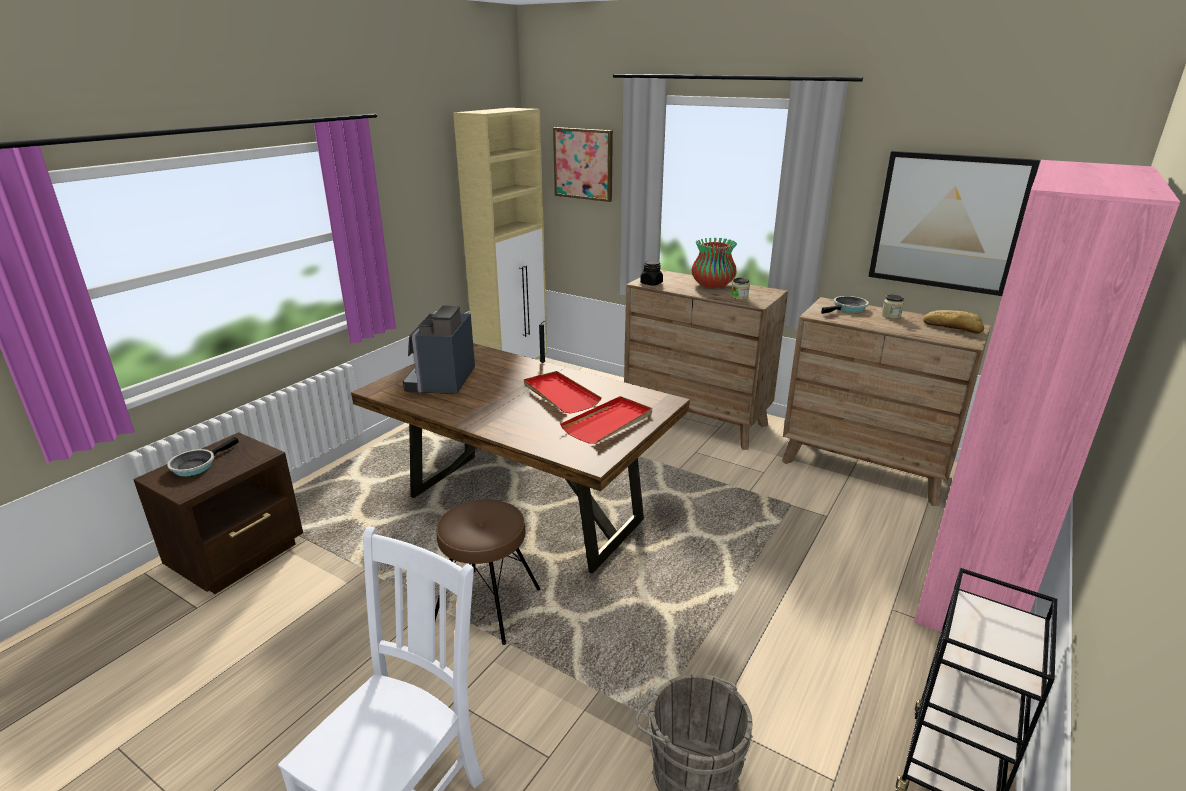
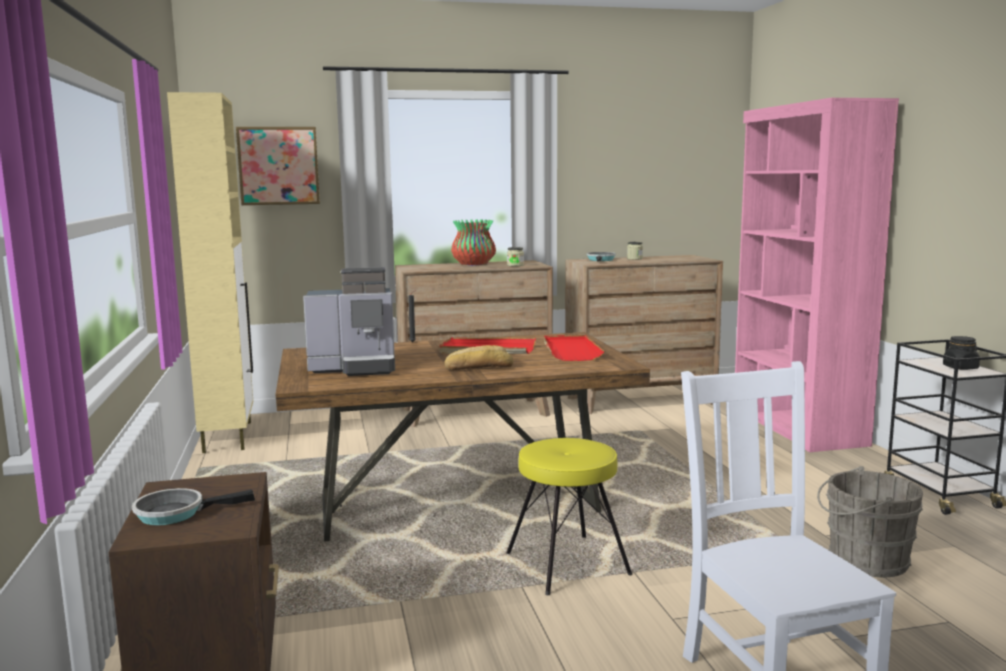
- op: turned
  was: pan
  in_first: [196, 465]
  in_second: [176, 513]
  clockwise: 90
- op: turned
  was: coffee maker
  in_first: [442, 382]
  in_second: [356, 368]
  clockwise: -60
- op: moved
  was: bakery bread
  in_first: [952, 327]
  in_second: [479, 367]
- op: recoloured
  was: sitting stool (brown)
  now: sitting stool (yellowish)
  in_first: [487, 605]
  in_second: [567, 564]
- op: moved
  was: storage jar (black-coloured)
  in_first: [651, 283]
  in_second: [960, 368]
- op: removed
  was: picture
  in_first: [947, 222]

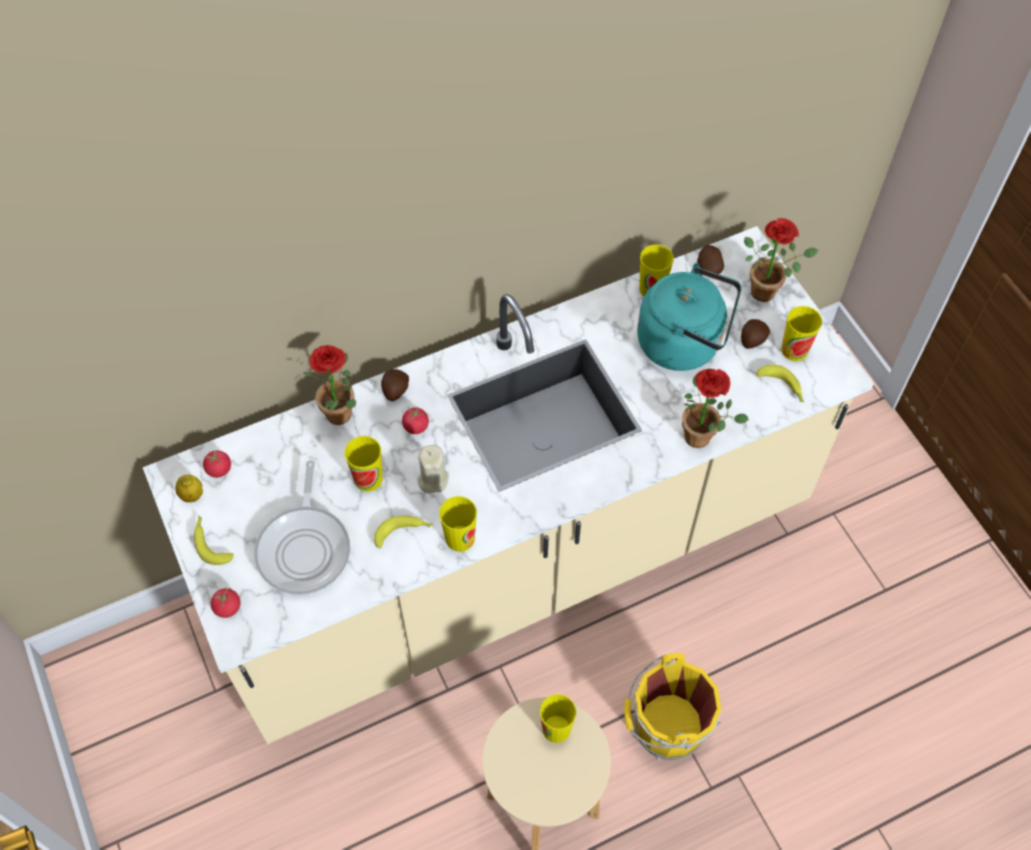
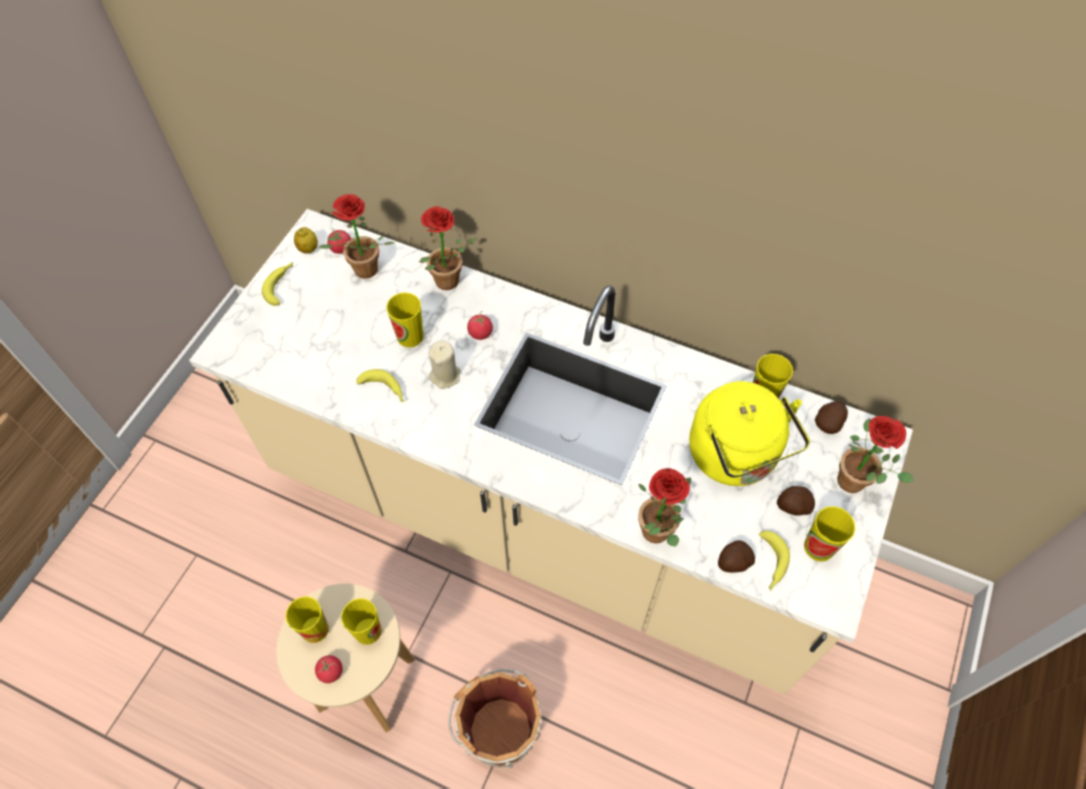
- op: moved
  was: drinking cup
  in_first: [460, 538]
  in_second: [315, 629]
- op: moved
  was: whole tomato
  in_first: [227, 607]
  in_second: [330, 671]
- op: added
  now: houseplant
  in_second: [363, 273]
- op: recoloured
  was: pail (yellowish)
  now: pail (brown)
  in_first: [666, 727]
  in_second: [498, 729]
- op: recoloured
  was: kettle (blue-green)
  now: kettle (yellowish)
  in_first: [684, 343]
  in_second: [736, 457]
- op: moved
  was: whole potato
  in_first: [395, 391]
  in_second: [733, 562]
- op: removed
  was: pan
  in_first: [305, 547]

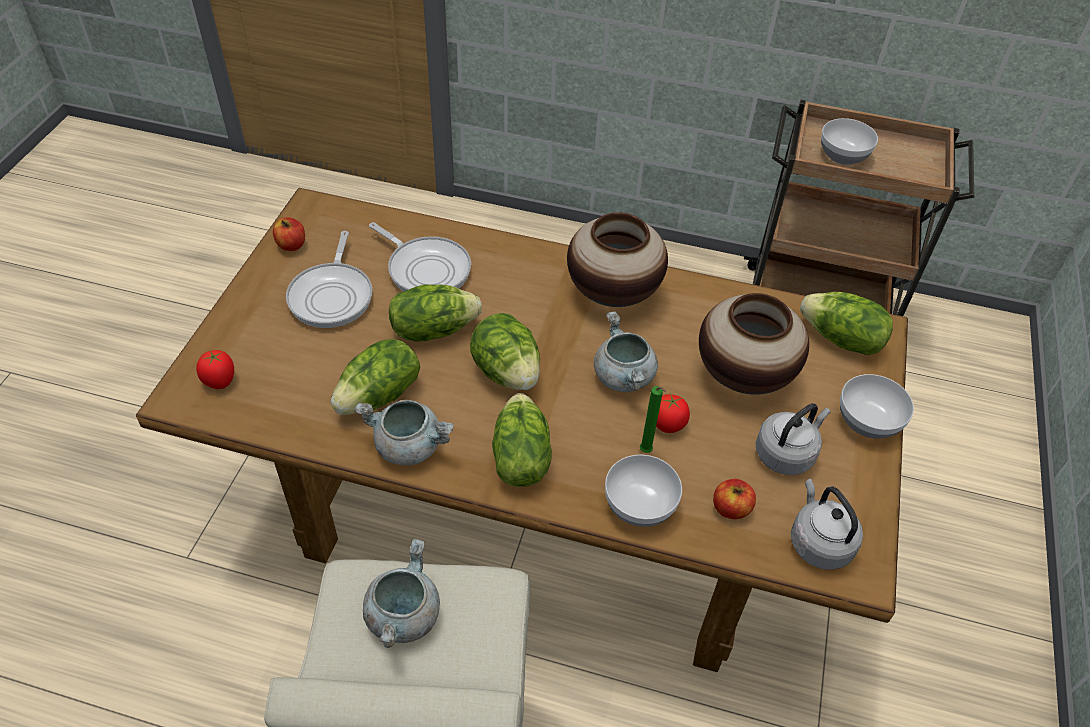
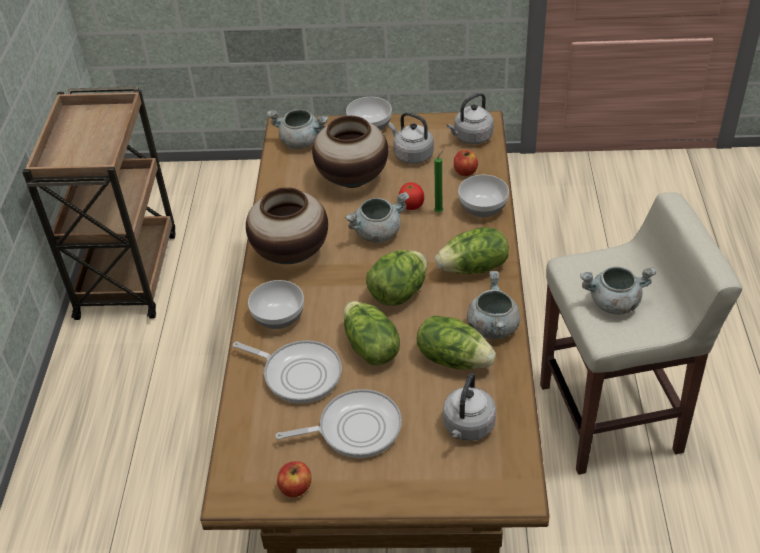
- op: turned
  was: pan
  in_first: [426, 269]
  in_second: [298, 374]
  clockwise: 90
- op: moved
  was: serving bowl
  in_first: [842, 155]
  in_second: [278, 317]
- op: replaced
  was: lettuce
  now: saucepot (greyish)
  in_first: [841, 340]
  in_second: [301, 142]
- op: added
  now: kettle (greyish)
  in_second: [467, 427]
- op: removed
  was: whole tomato
  in_first: [220, 381]

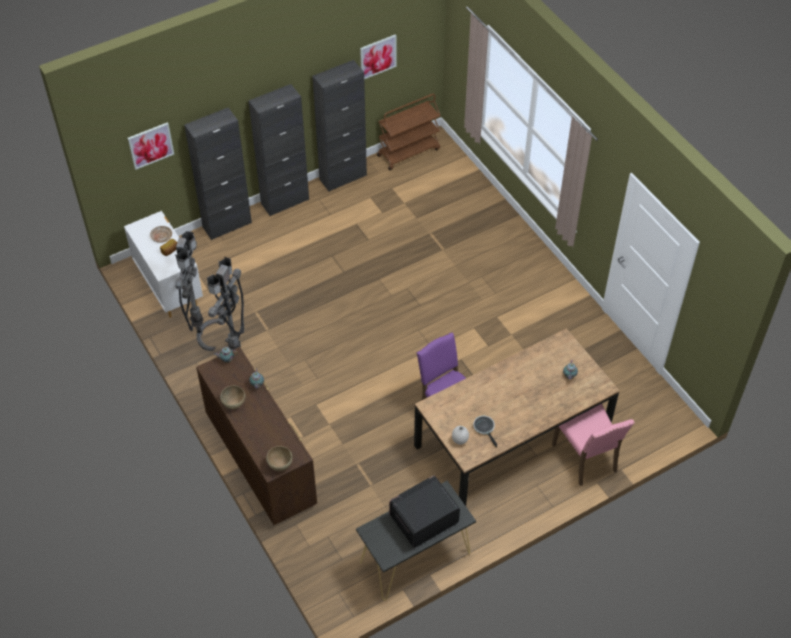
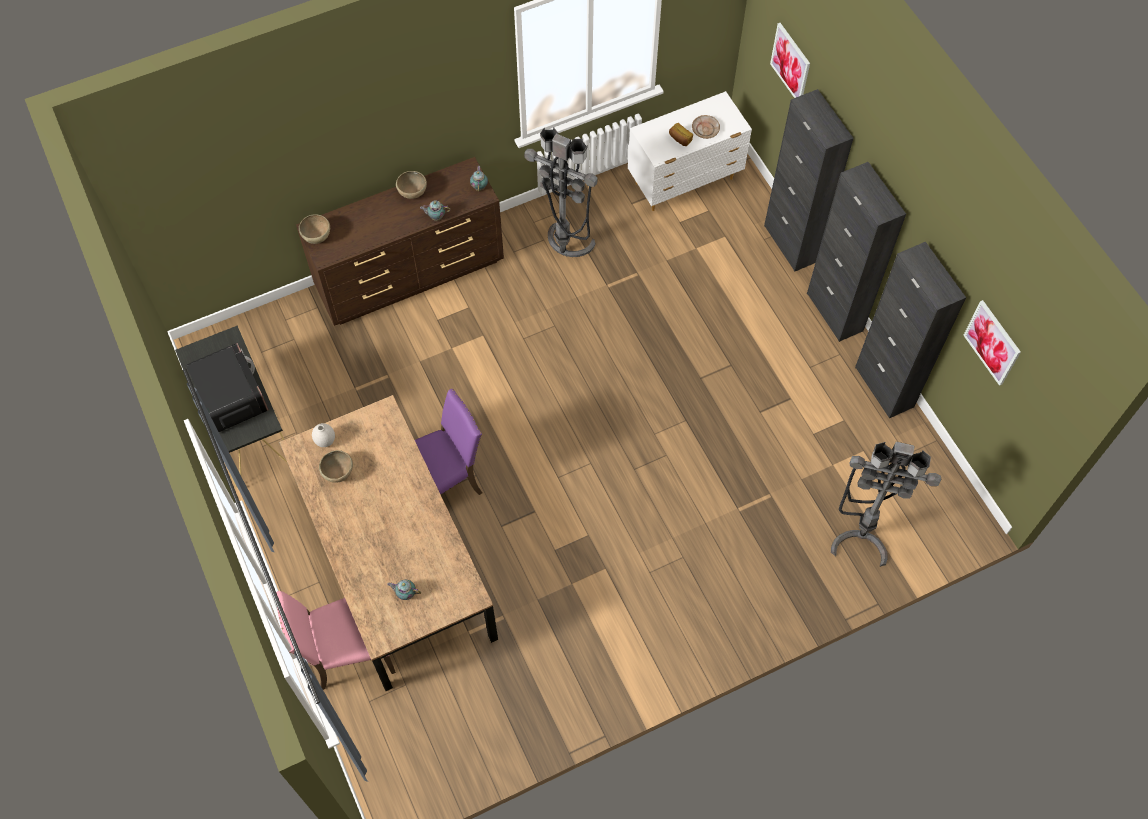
- op: replaced
  was: pan
  now: serving bowl (brown)
  in_first: [485, 428]
  in_second: [338, 473]
- op: moved
  was: standard lamp (greyish)
  in_first: [202, 333]
  in_second: [861, 538]
- op: removed
  was: cart (brown)
  in_first: [409, 152]

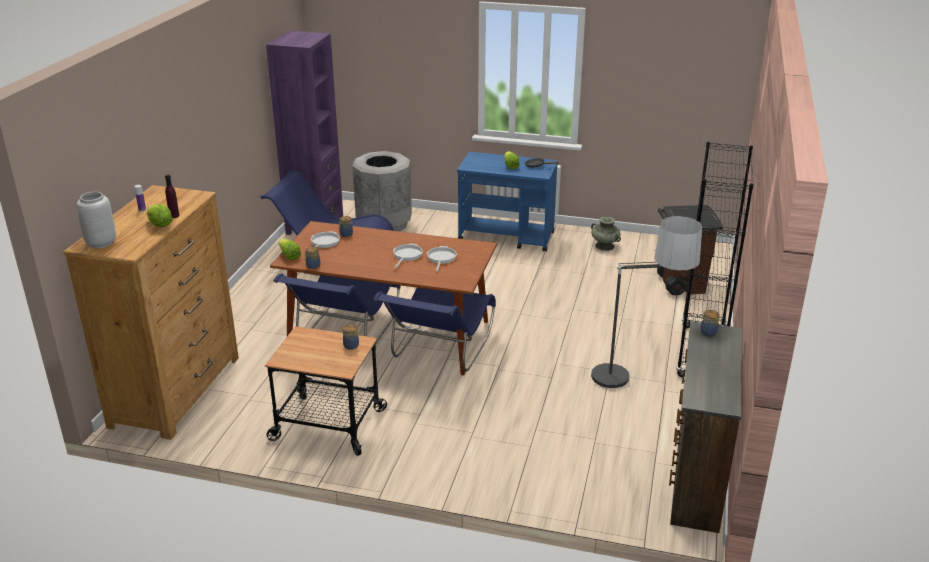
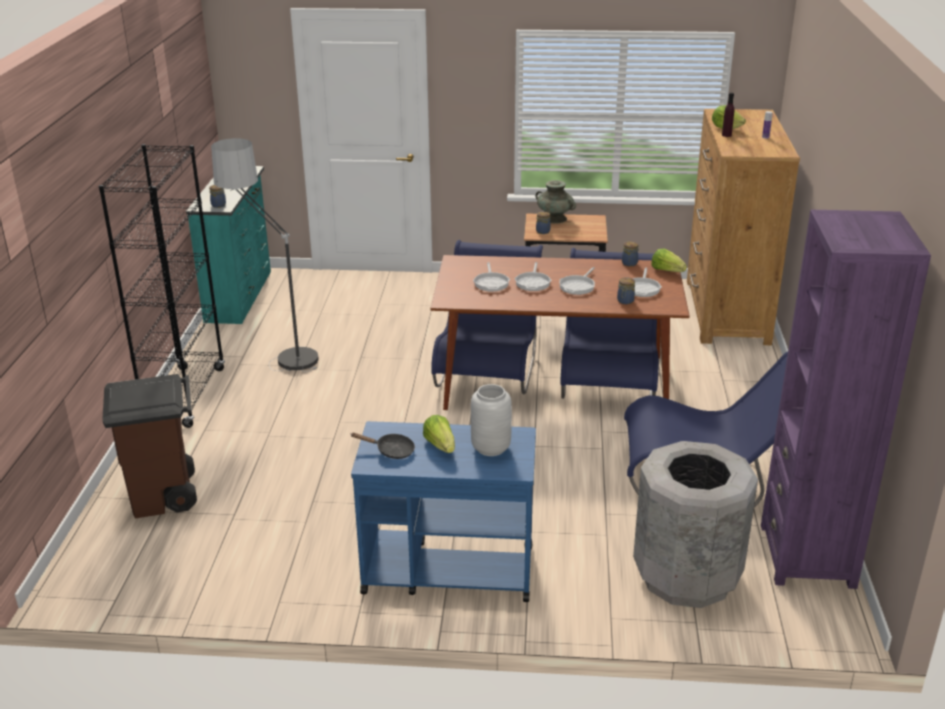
- op: recoloured
  was: drawer chest (brown)
  now: drawer chest (blue-green)
  in_first: [695, 480]
  in_second: [240, 296]
- op: moved
  was: decorative vase (greyish)
  in_first: [101, 243]
  in_second: [490, 448]
- op: moved
  was: decorative vase (blue-green)
  in_first: [604, 246]
  in_second: [555, 219]
- op: added
  now: pan
  in_second: [578, 286]

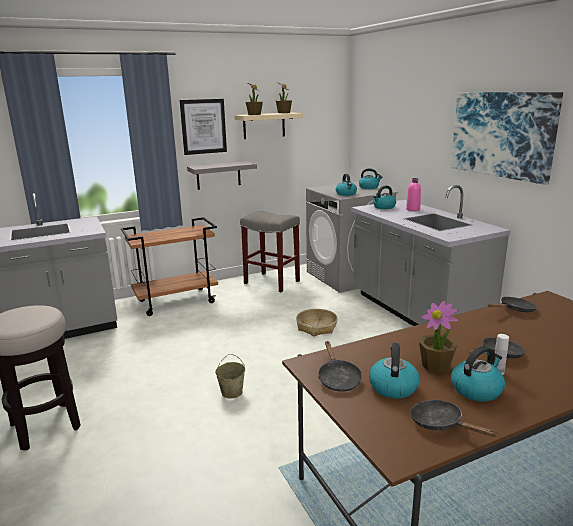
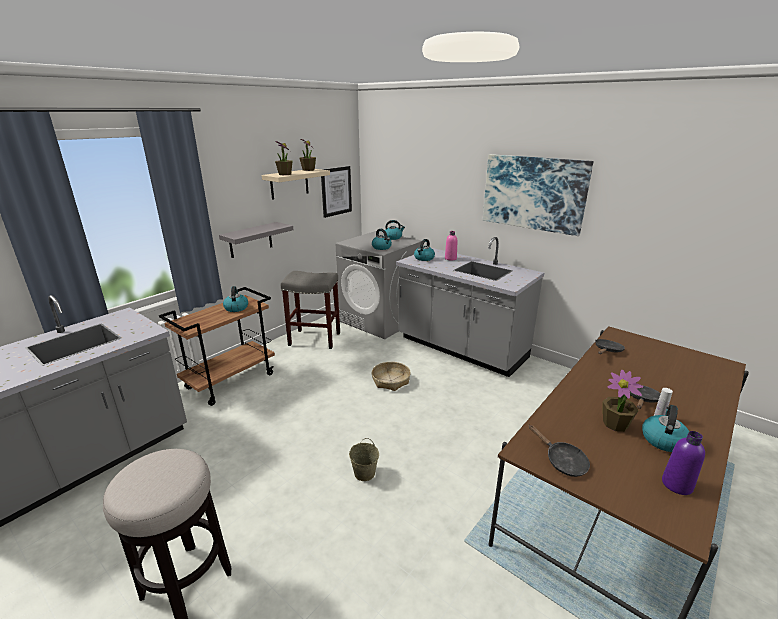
- op: moved
  was: kettle
  in_first: [393, 386]
  in_second: [236, 308]
- op: moved
  was: picture
  in_first: [203, 126]
  in_second: [336, 191]
- op: replaced
  was: pan (black-coloured)
  now: drink bottle (purplish)
  in_first: [440, 424]
  in_second: [677, 485]

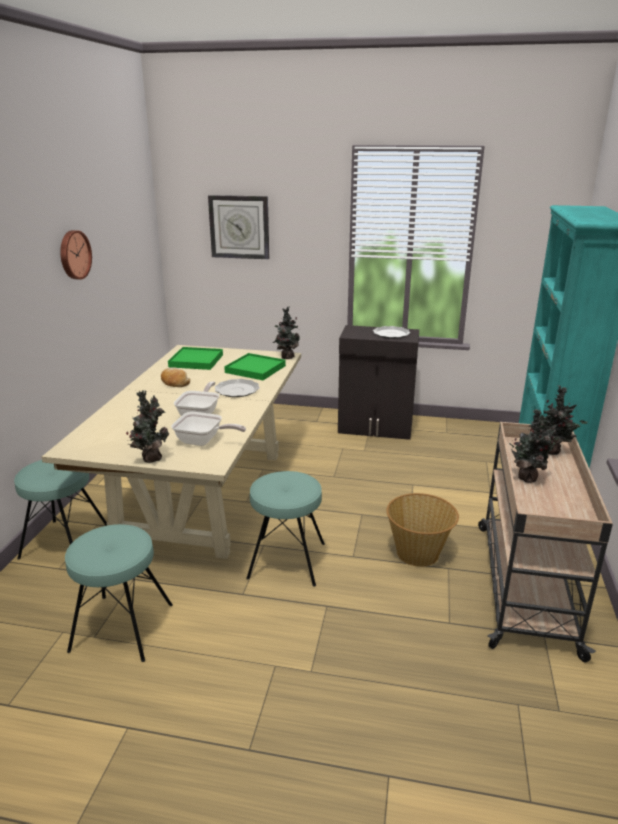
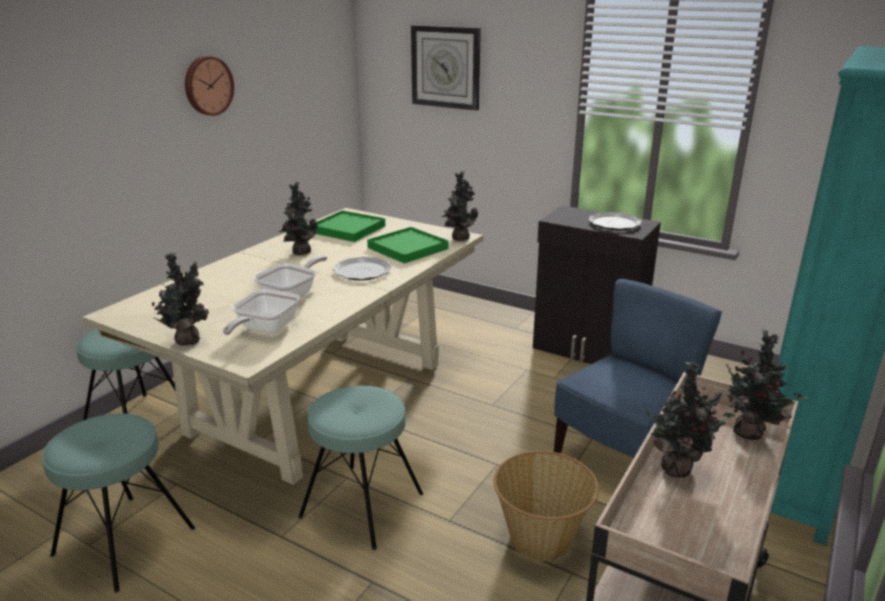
- op: turned
  was: pan
  in_first: [203, 441]
  in_second: [264, 329]
  clockwise: 75
- op: replaced
  was: bakery bread
  now: houseplant
  in_first: [174, 382]
  in_second: [300, 252]
- op: added
  now: upright chair (blue-coloured)
  in_second: [621, 454]

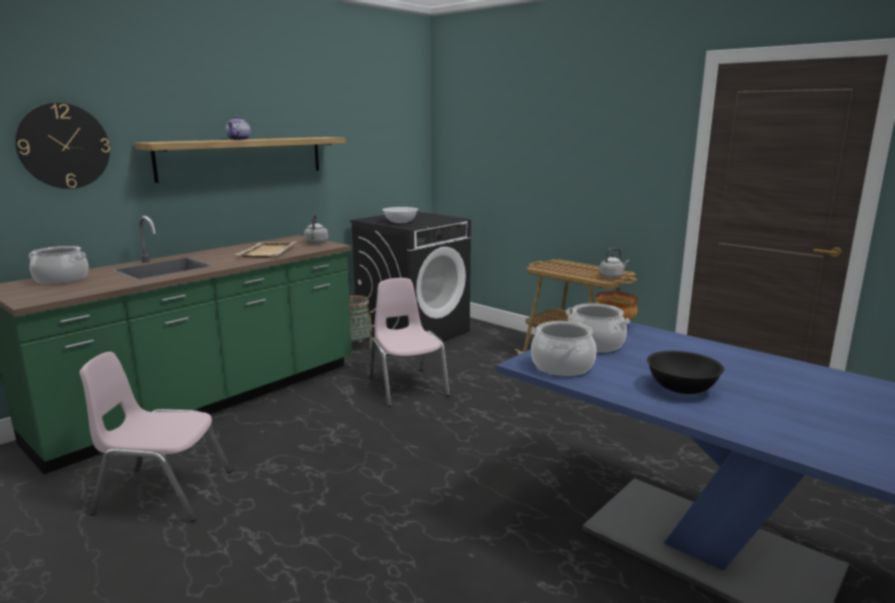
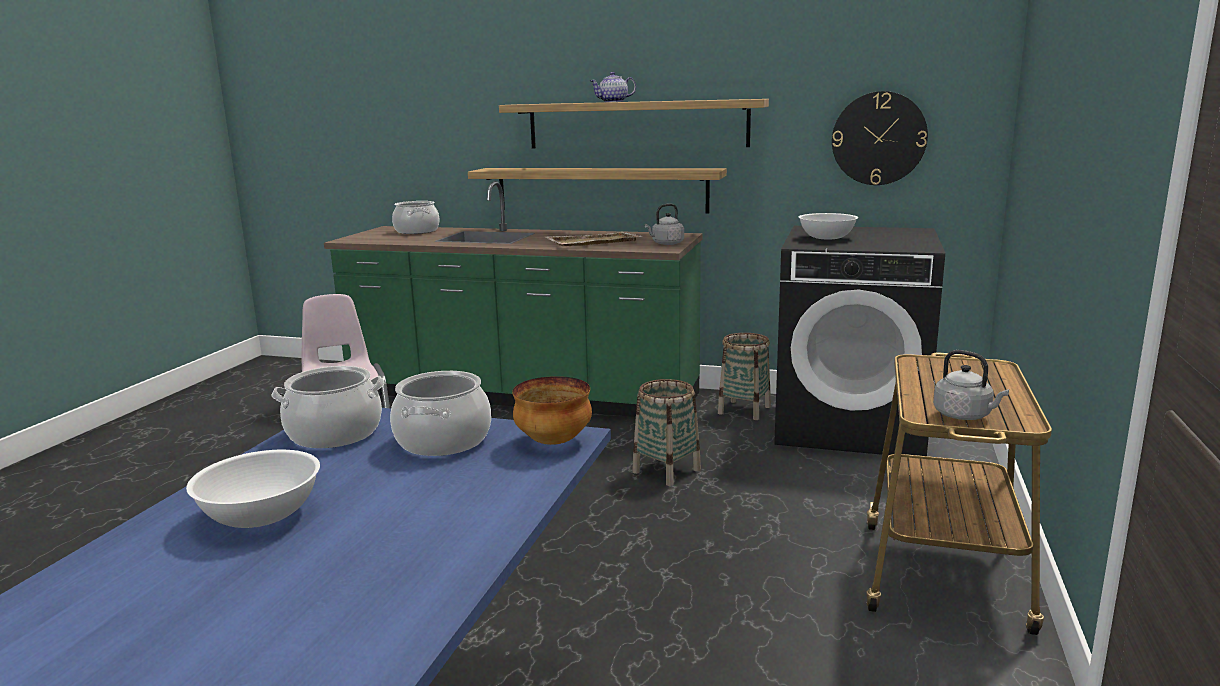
- op: recoloured
  was: serving bowl (black-coloured)
  now: serving bowl (white)
  in_first: [681, 388]
  in_second: [262, 515]
- op: added
  now: shelf
  in_second: [601, 190]
- op: replaced
  was: upright chair (pinkish)
  now: basket
  in_first: [407, 386]
  in_second: [666, 471]
- op: moved
  was: wall clock
  in_first: [64, 146]
  in_second: [878, 138]

